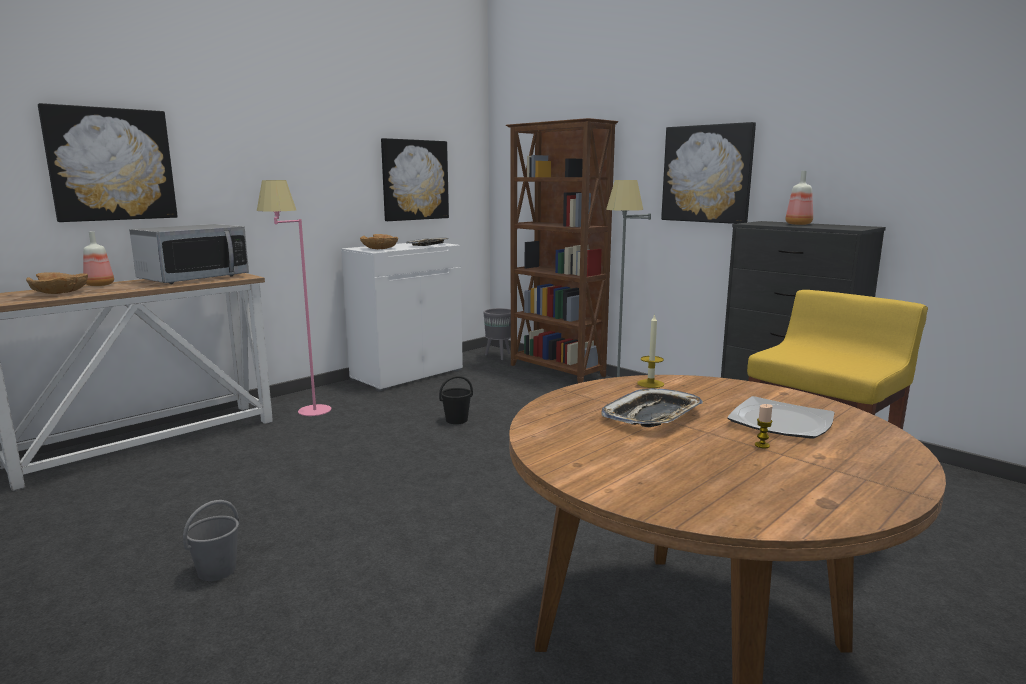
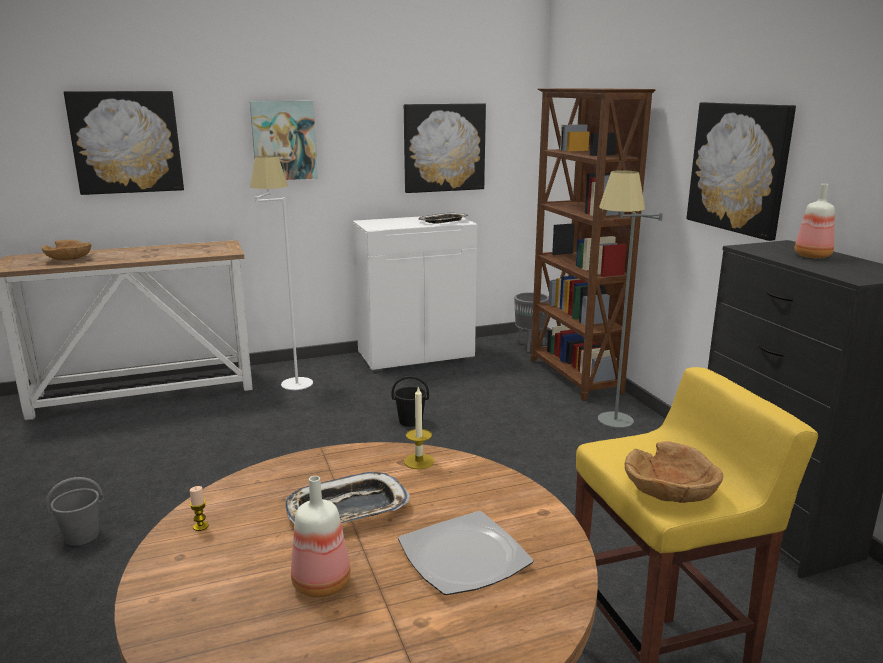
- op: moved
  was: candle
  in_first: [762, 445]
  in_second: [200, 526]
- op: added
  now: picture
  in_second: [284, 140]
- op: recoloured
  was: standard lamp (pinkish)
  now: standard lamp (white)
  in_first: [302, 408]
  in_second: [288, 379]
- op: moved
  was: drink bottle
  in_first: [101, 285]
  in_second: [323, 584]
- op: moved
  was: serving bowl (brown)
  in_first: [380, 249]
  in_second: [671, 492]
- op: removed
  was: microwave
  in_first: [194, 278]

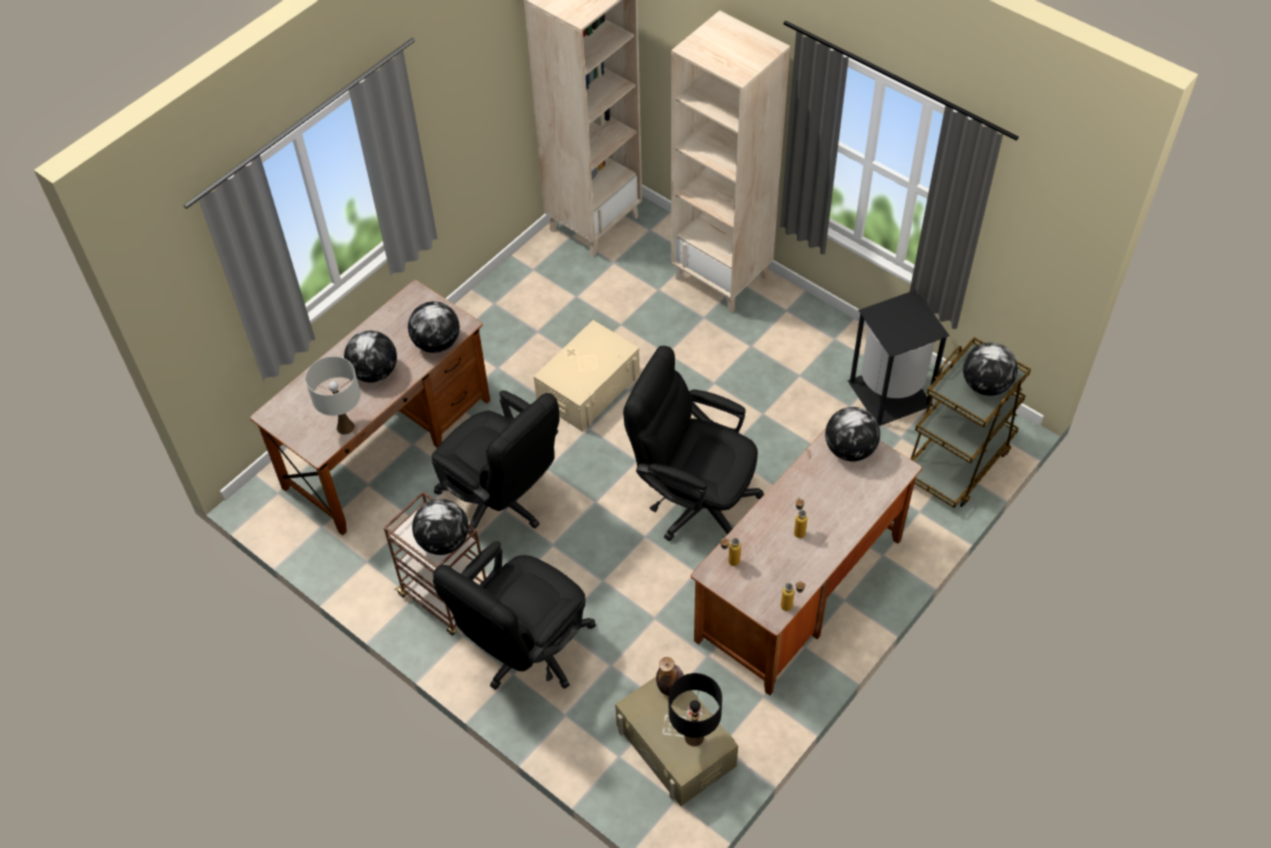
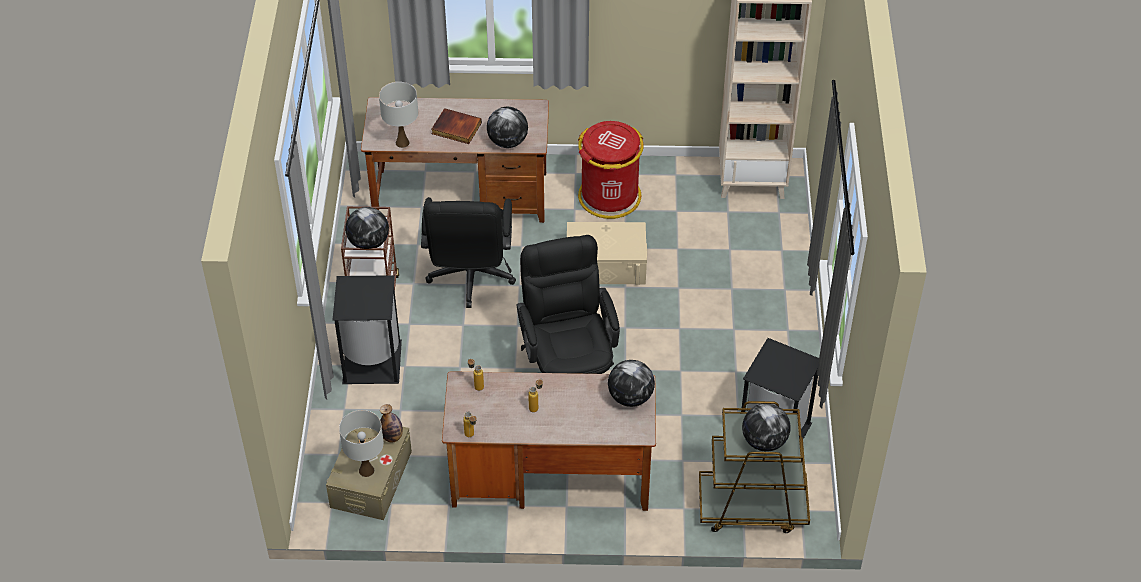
- op: replaced
  was: office chair (black-coloured)
  now: trash can (black-coloured)
  in_first: [525, 652]
  in_second: [371, 361]
- op: recoloured
  was: table lamp (black-coloured)
  now: table lamp (white)
  in_first: [694, 737]
  in_second: [366, 470]
- op: replaced
  was: globe
  now: book
  in_first: [374, 372]
  in_second: [456, 129]
- op: added
  now: trash can (red)
  in_second: [609, 196]
- op: removed
  was: shelving unit (beige)
  in_first: [722, 278]

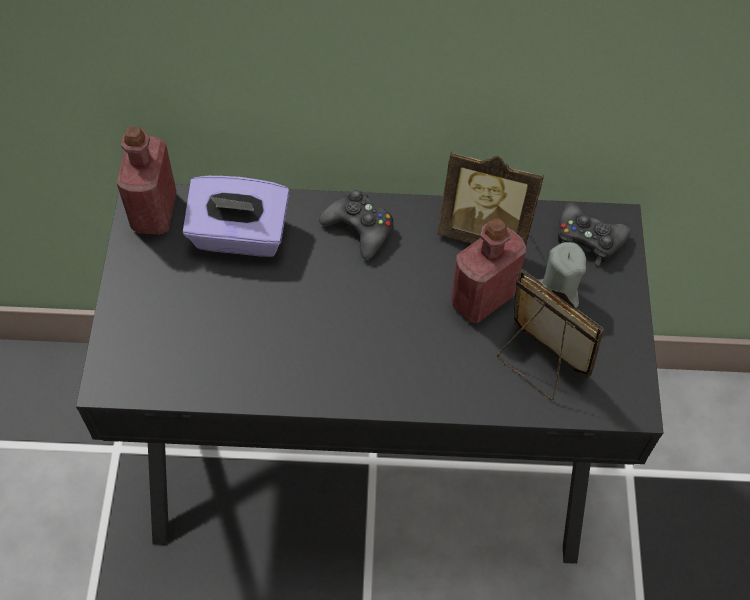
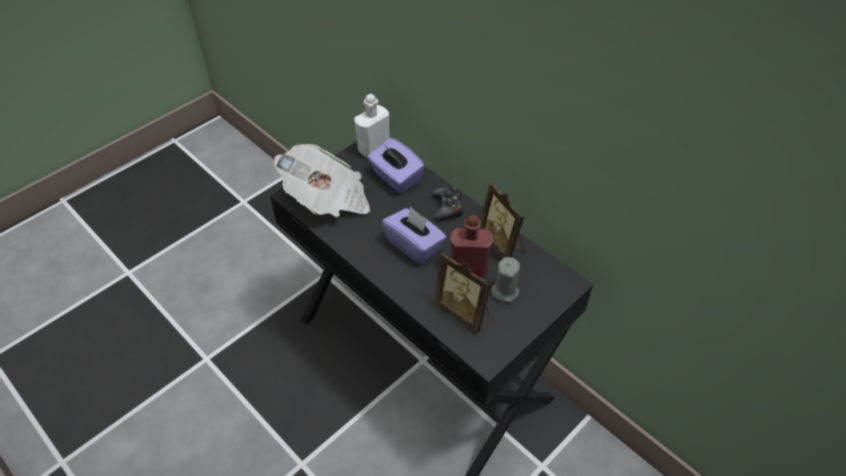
- op: added
  now: daily paper
  in_second: [327, 199]
- op: recoloured
  was: drink bottle (red)
  now: drink bottle (white)
  in_first: [154, 212]
  in_second: [374, 148]
- op: added
  now: box of tissues (purplish)
  in_second: [414, 246]
- op: turned
  was: photo frame
  in_first: [538, 364]
  in_second: [463, 311]
  clockwise: 135
- op: removed
  was: joypad (black-coloured)
  in_first: [588, 239]

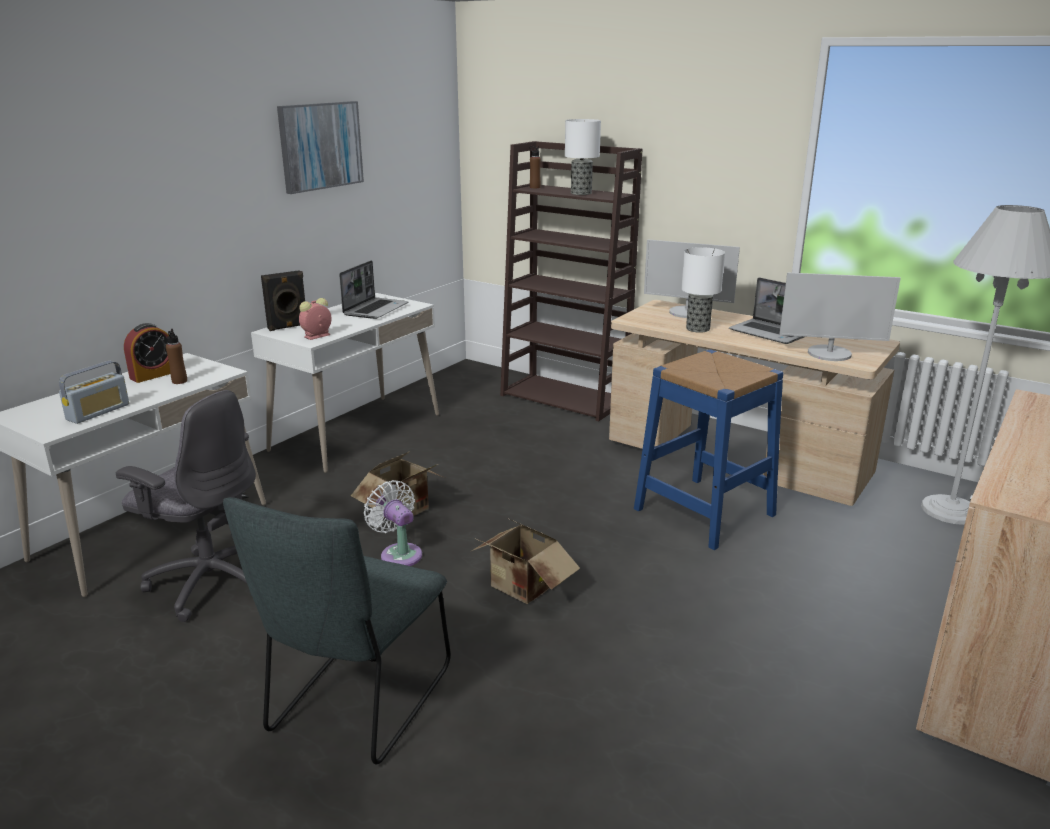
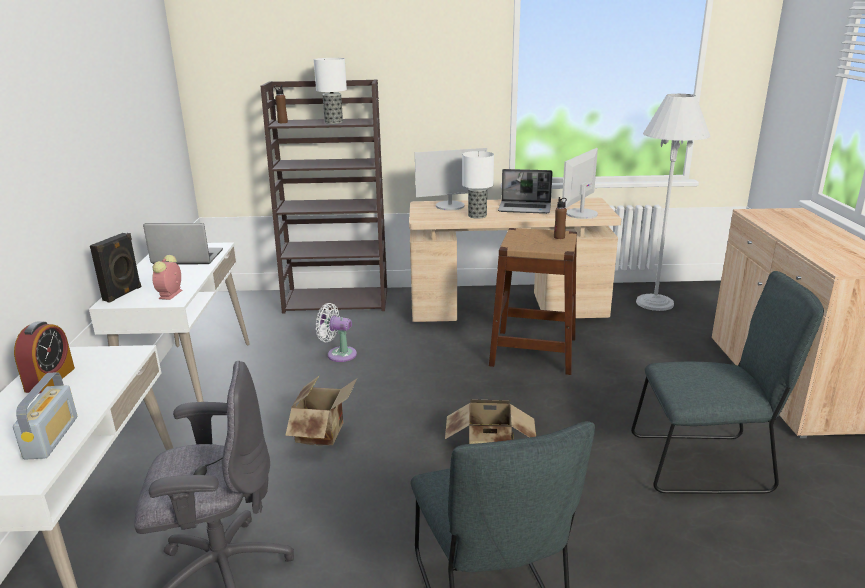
- op: turned
  was: portable computer
  in_first: [375, 309]
  in_second: [186, 258]
  clockwise: -75
- op: moved
  was: cooling fan (white)
  in_first: [399, 553]
  in_second: [338, 354]
- op: recoloured
  was: sitting stool (blue-coloured)
  now: sitting stool (brown)
  in_first: [704, 512]
  in_second: [533, 351]
- op: moved
  was: drink bottle (brown)
  in_first: [179, 381]
  in_second: [559, 237]
- op: turned
  was: monitor
  in_first: [829, 354]
  in_second: [581, 214]
  clockwise: 150
- op: added
  now: upright chair (greyish)
  in_second: [706, 464]
- op: removed
  was: picture
  in_first: [320, 146]

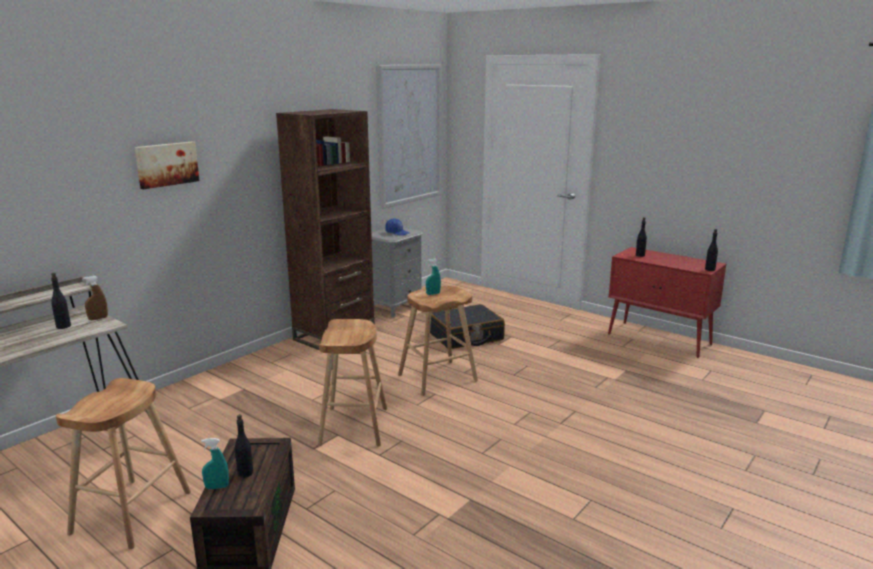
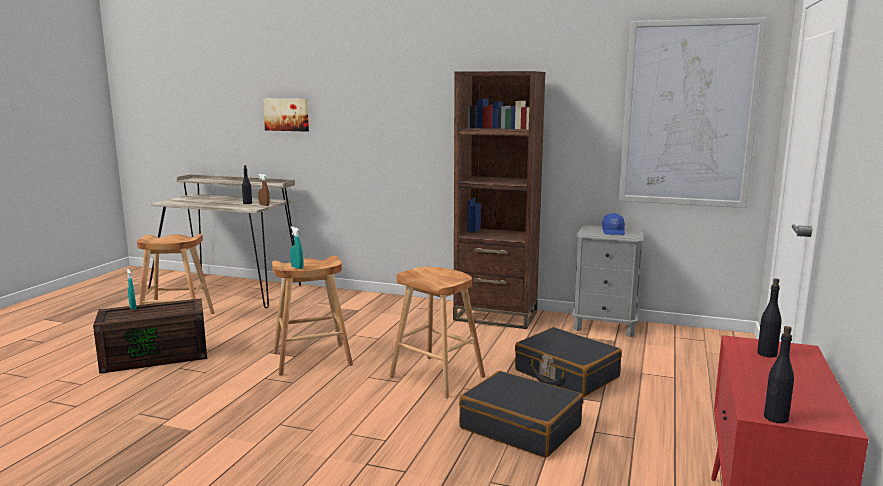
- op: moved
  was: picture
  in_first: [166, 164]
  in_second: [287, 114]
- op: moved
  was: spray bottle (blue-green)
  in_first: [433, 294]
  in_second: [297, 268]
- op: added
  now: suitcase (black-coloured)
  in_second: [521, 427]
- op: removed
  was: drink bottle (black-coloured)
  in_first: [245, 473]

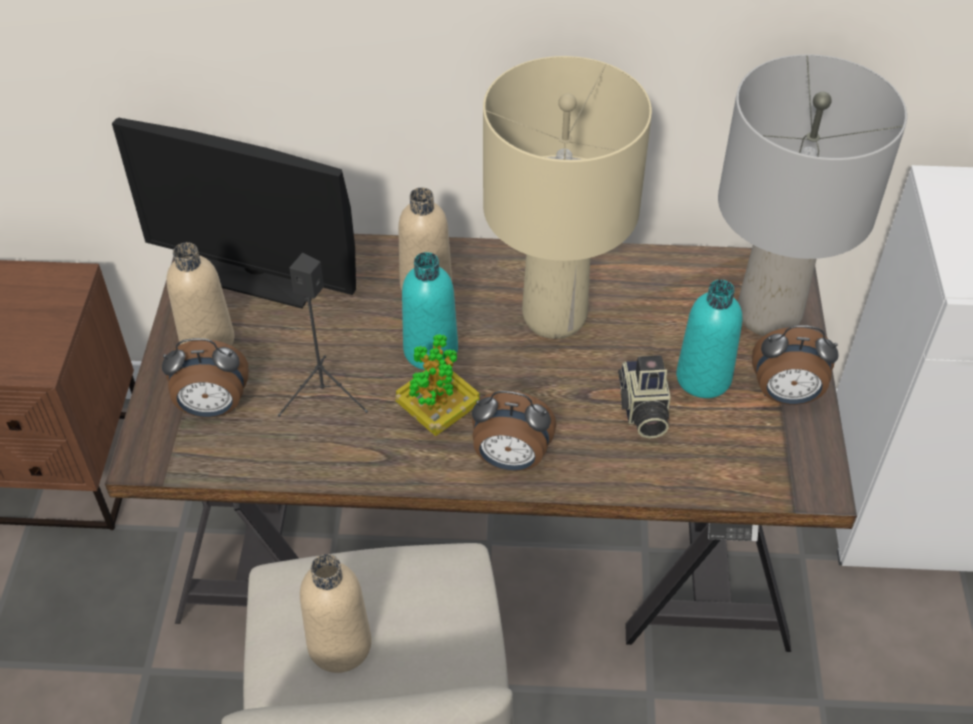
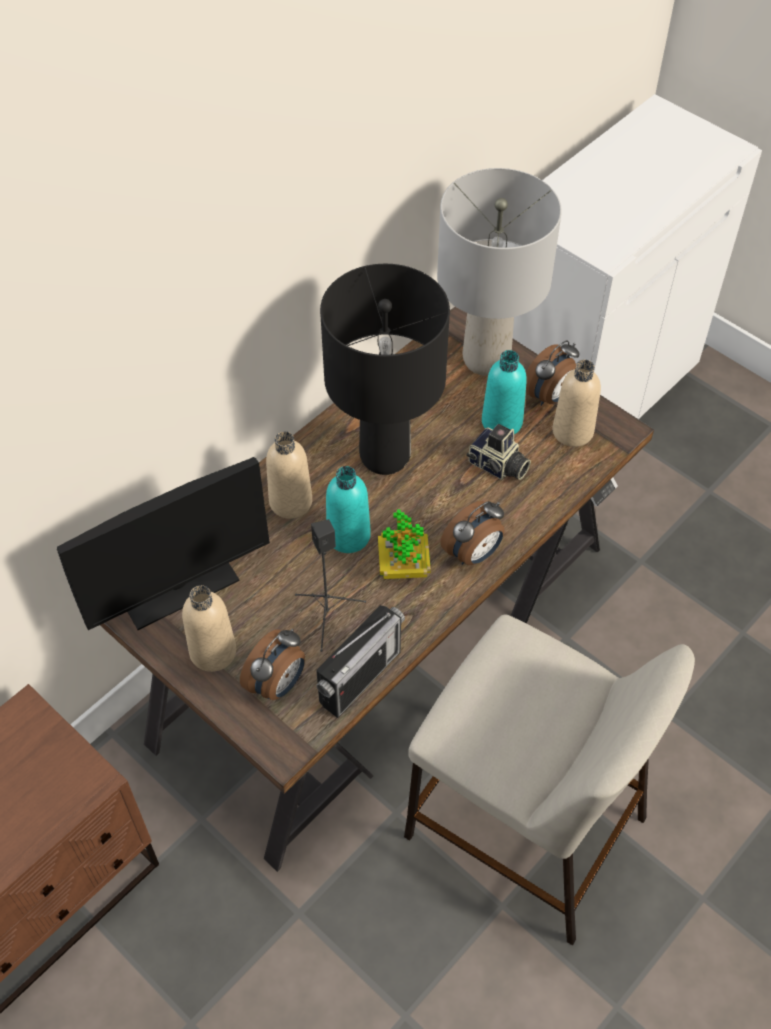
- op: added
  now: radio
  in_second: [360, 677]
- op: recoloured
  was: table lamp (beige)
  now: table lamp (black-coloured)
  in_first: [553, 316]
  in_second: [384, 456]
- op: moved
  was: drink bottle (beige)
  in_first: [339, 645]
  in_second: [572, 431]

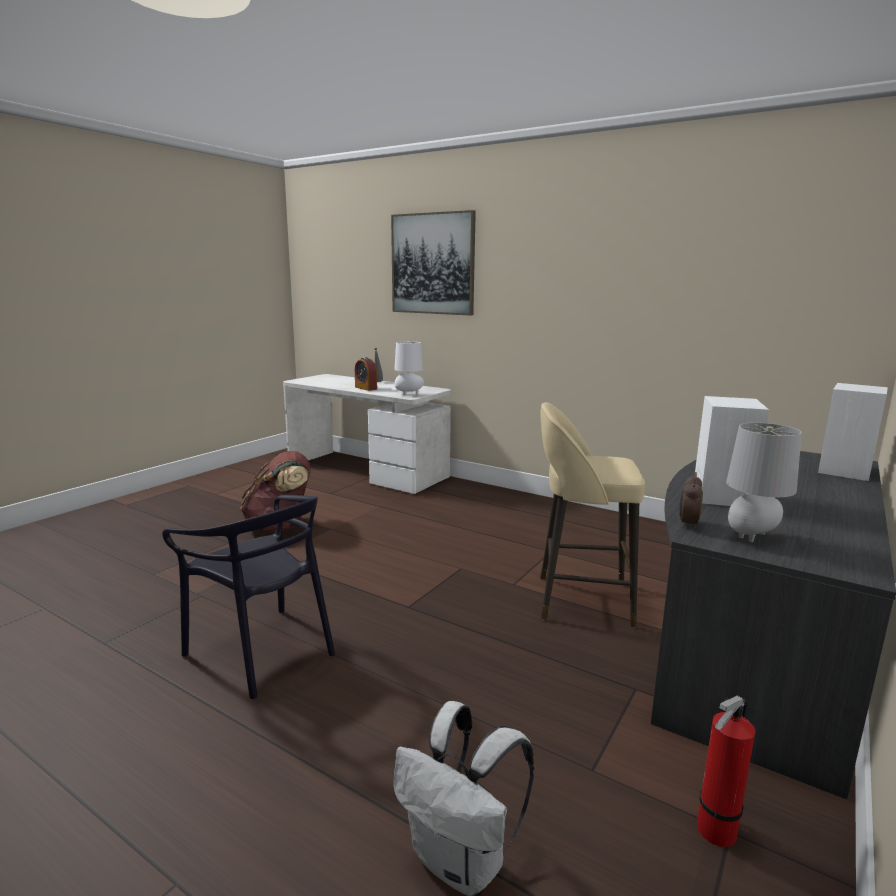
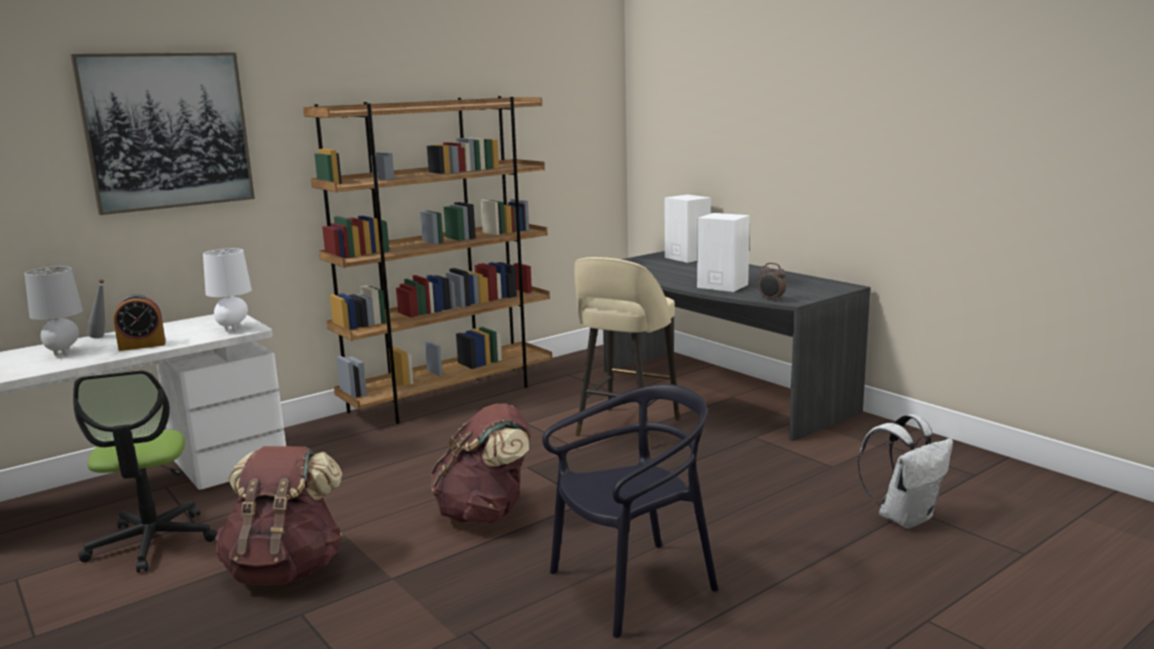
- op: moved
  was: table lamp (greyish)
  in_first: [752, 537]
  in_second: [64, 352]
- op: added
  now: office chair
  in_second: [152, 542]
- op: added
  now: shelving unit (brown)
  in_second: [450, 396]
- op: added
  now: rucksack (brown)
  in_second: [485, 513]
- op: removed
  was: extinguisher
  in_first: [714, 833]

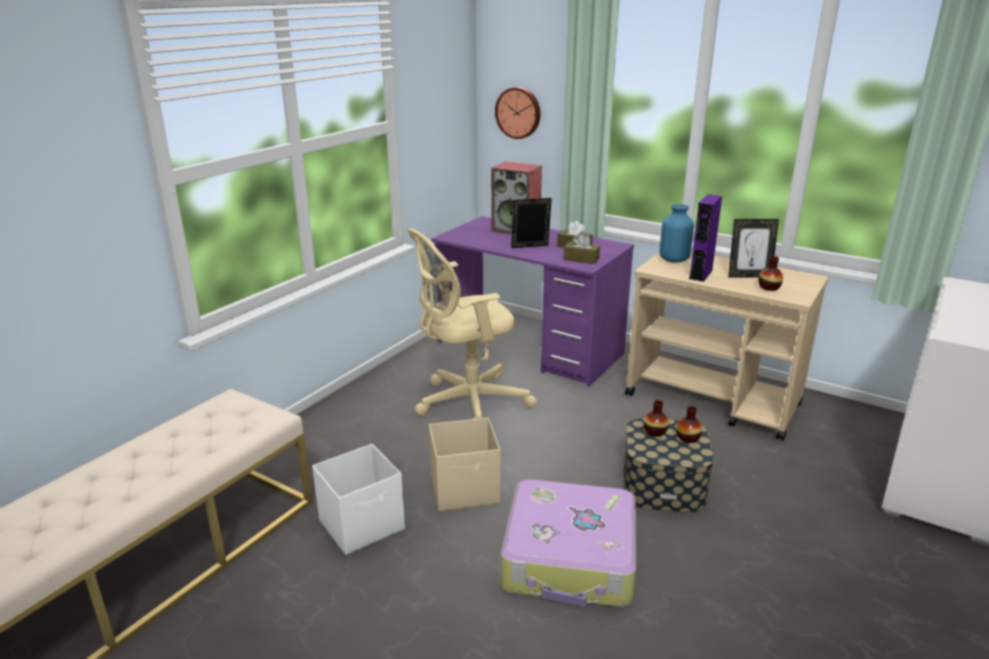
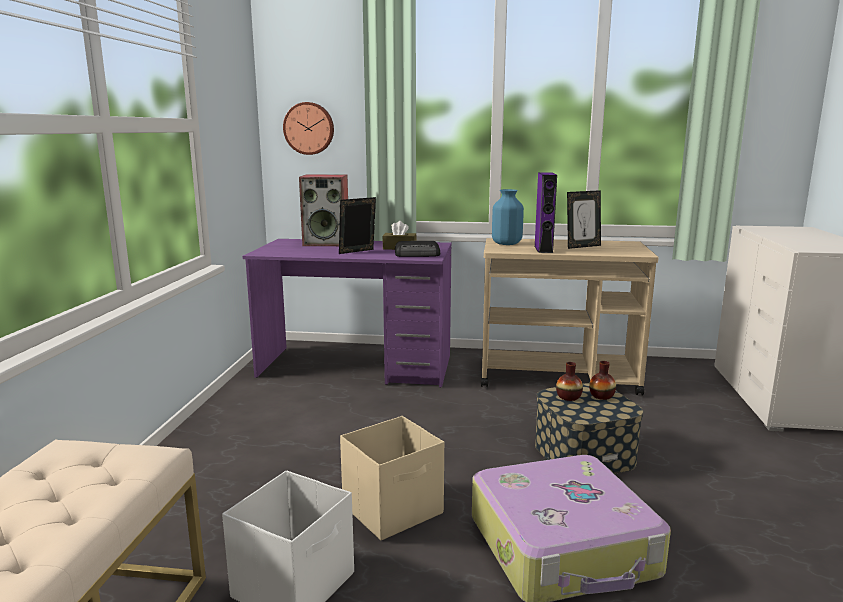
- op: replaced
  was: box of tissues (brown)
  now: radio
  in_first: [581, 259]
  in_second: [418, 254]
- op: removed
  was: office chair (beige)
  in_first: [467, 402]
- op: removed
  was: decorative vase
  in_first: [769, 287]

